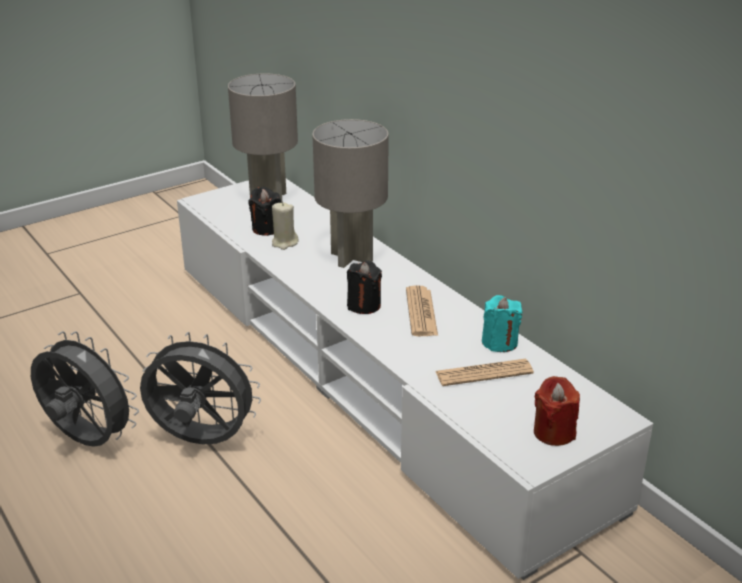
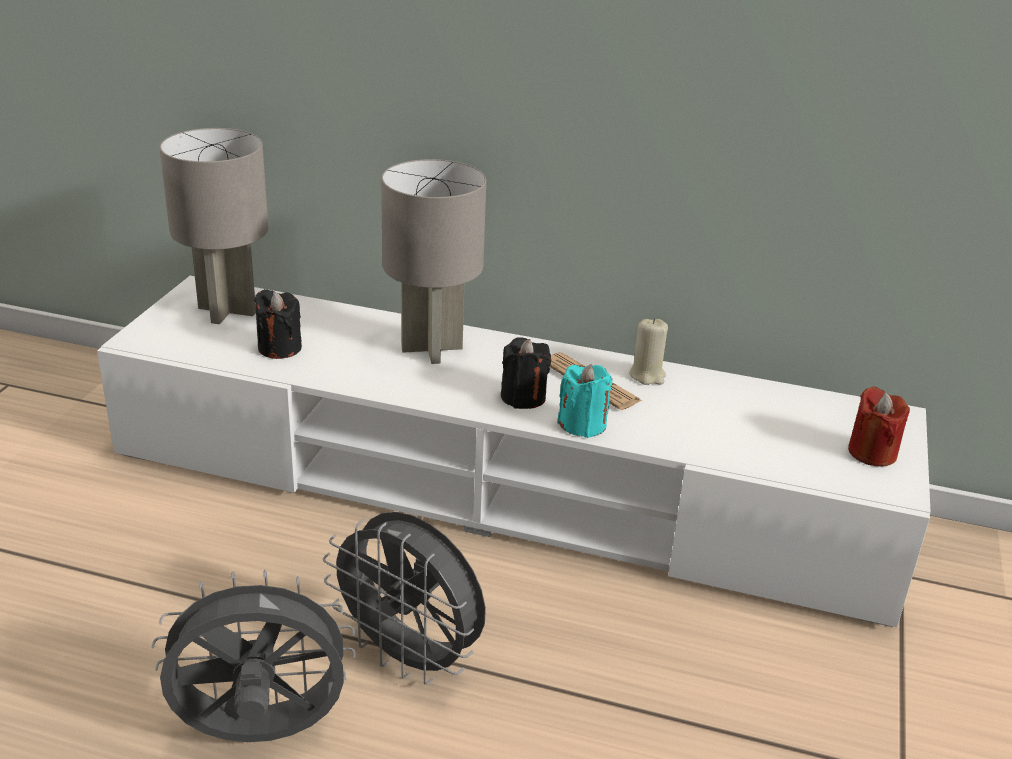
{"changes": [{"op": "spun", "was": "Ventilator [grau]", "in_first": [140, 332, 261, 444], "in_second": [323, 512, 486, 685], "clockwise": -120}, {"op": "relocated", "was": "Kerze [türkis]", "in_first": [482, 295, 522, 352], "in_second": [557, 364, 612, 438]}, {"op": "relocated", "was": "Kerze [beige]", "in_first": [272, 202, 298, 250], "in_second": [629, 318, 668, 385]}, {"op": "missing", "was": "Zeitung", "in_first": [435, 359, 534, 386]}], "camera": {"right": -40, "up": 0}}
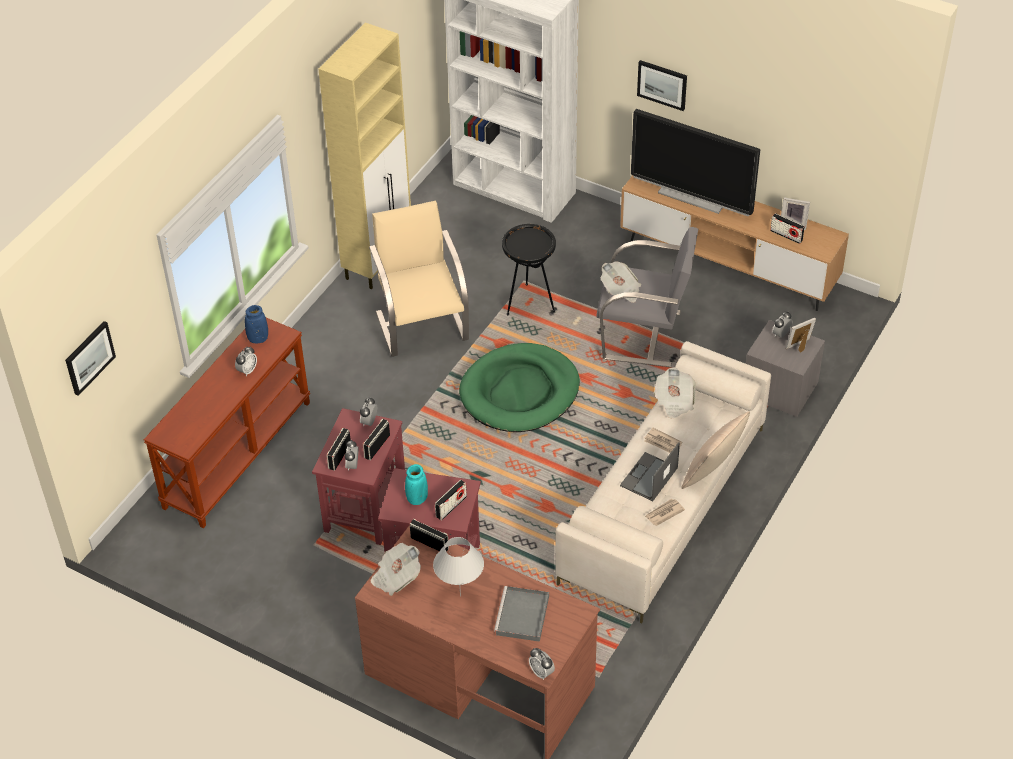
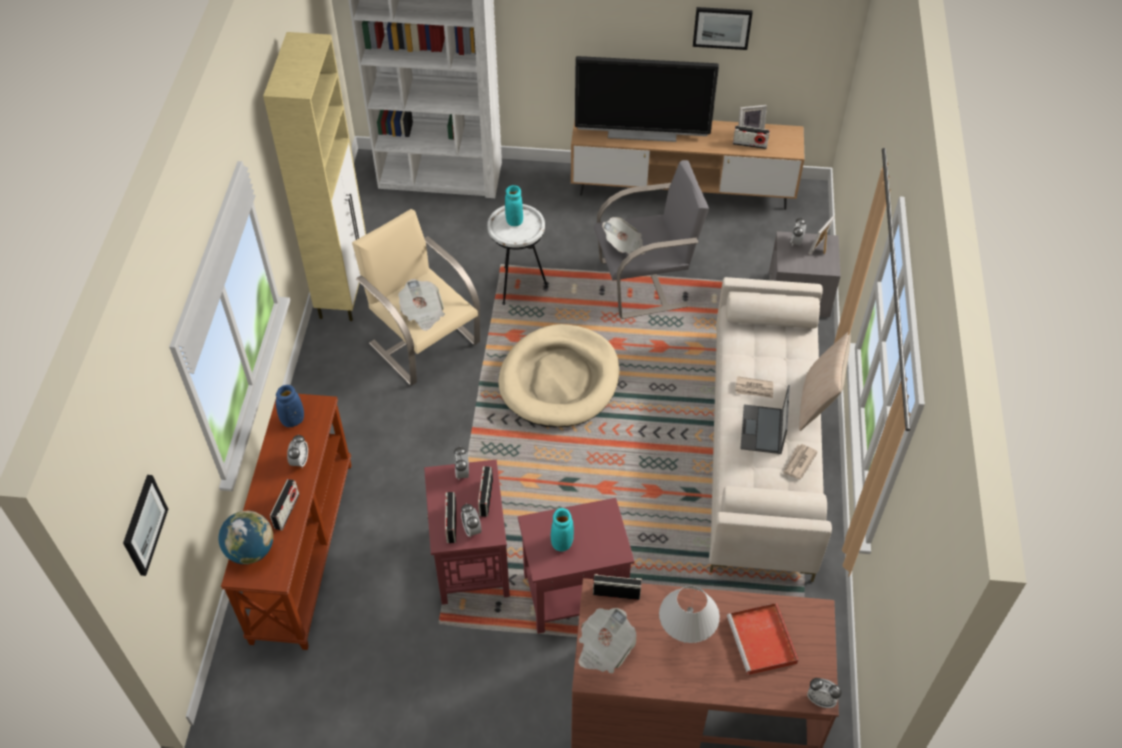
{"changes": [{"op": "appeared", "now": "Globus", "in_second": [219, 511, 273, 564]}, {"op": "relocated", "was": "Radio", "in_first": [435, 480, 467, 520], "in_second": [270, 479, 300, 530]}, {"op": "relocated", "was": "Zeitung", "in_first": [654, 368, 696, 419], "in_second": [398, 279, 445, 331]}, {"op": "colour", "was": "Beistelltisch [schwarz]", "now": "Beistelltisch [weiß]", "in_first": [502, 224, 556, 315], "in_second": [487, 204, 548, 305]}, {"op": "colour", "was": "Hundebett [grün]", "now": "Hundebett [beige]", "in_first": [459, 343, 580, 432], "in_second": [498, 324, 620, 427]}, {"op": "appeared", "now": "Vase [türkis]", "in_second": [505, 185, 523, 226]}, {"op": "relocated", "was": "Bild", "in_first": [637, 60, 687, 111], "in_second": [693, 7, 753, 50]}, {"op": "colour", "was": "Tablett [grau]", "now": "Tablett [rot]", "in_first": [494, 586, 549, 642], "in_second": [727, 603, 798, 675]}], "camera": {"right": -25, "up": 5}}
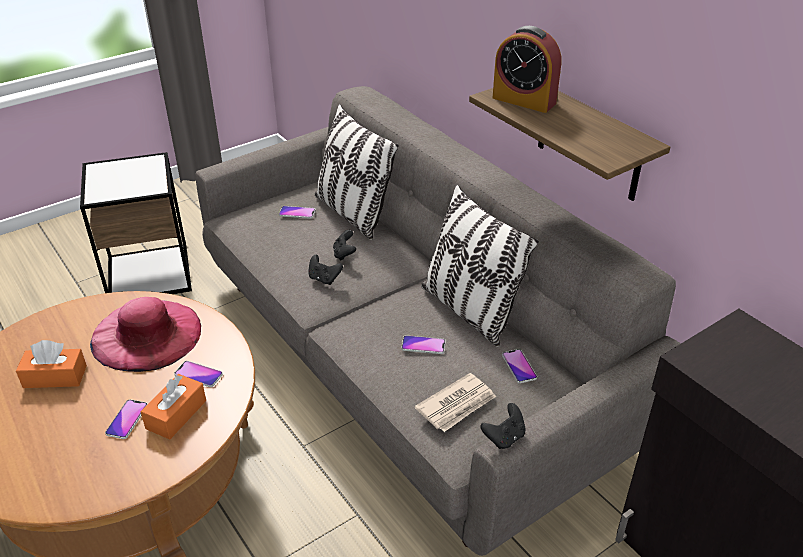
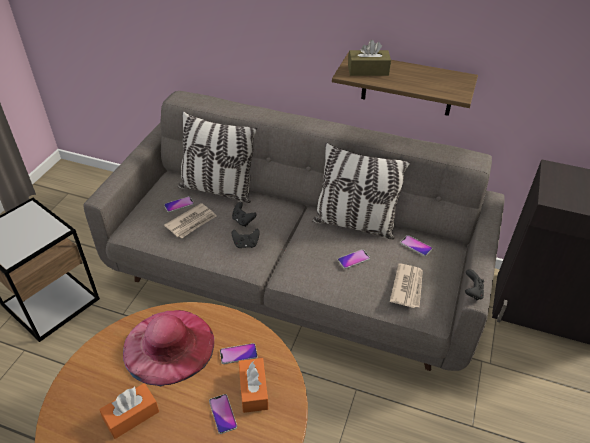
{"changes": [{"op": "appeared", "now": "Zeitung", "in_second": [164, 203, 217, 238]}, {"op": "exchanged", "was": "Wecker", "now": "Taschentuchbox [braun]", "in_first": [493, 26, 561, 113], "in_second": [348, 40, 391, 76]}], "camera": {"right": -35, "up": 5}}
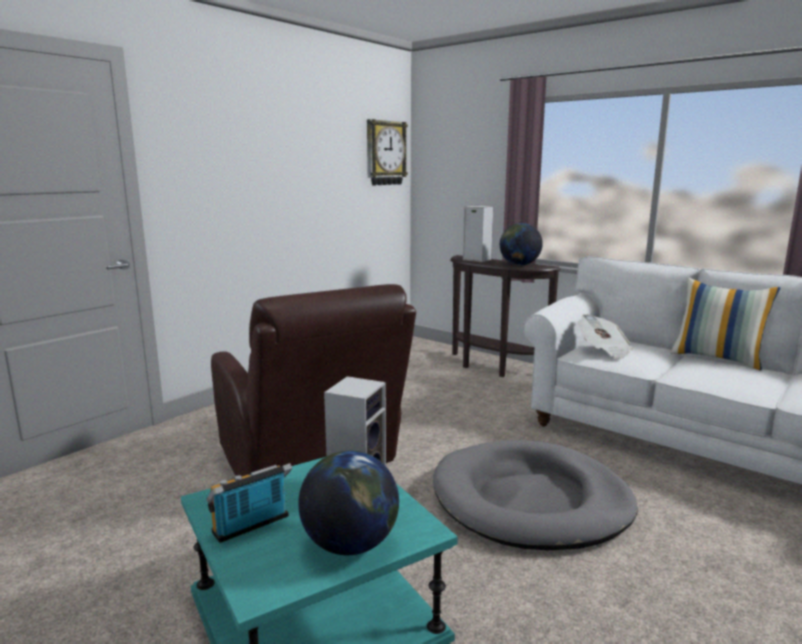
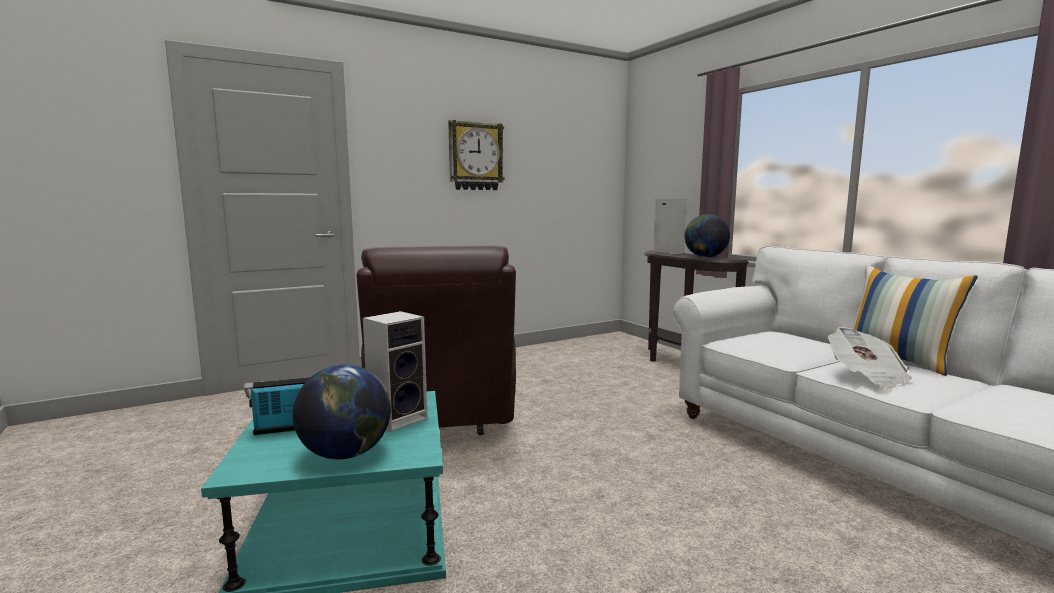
{"changes": [{"op": "relocated", "was": "Wanduhr", "in_first": [367, 119, 408, 185], "in_second": [448, 120, 505, 190]}, {"op": "relocated", "was": "Zeitung", "in_first": [577, 314, 633, 359], "in_second": [828, 327, 912, 389]}, {"op": "missing", "was": "Hundebett [grau]", "in_first": [433, 440, 638, 550]}], "camera": {"right": 20, "up": -5}}
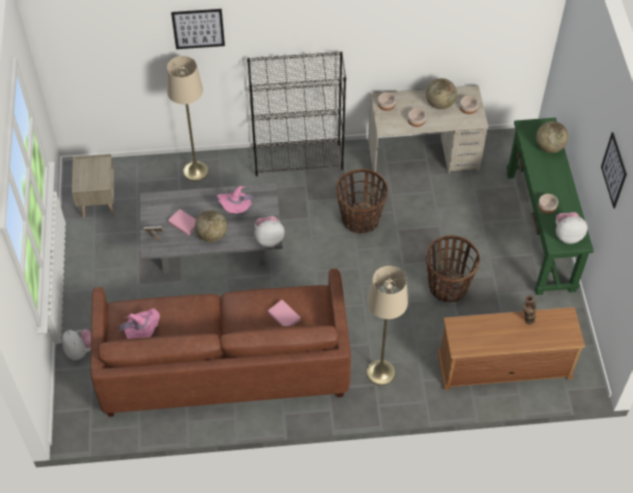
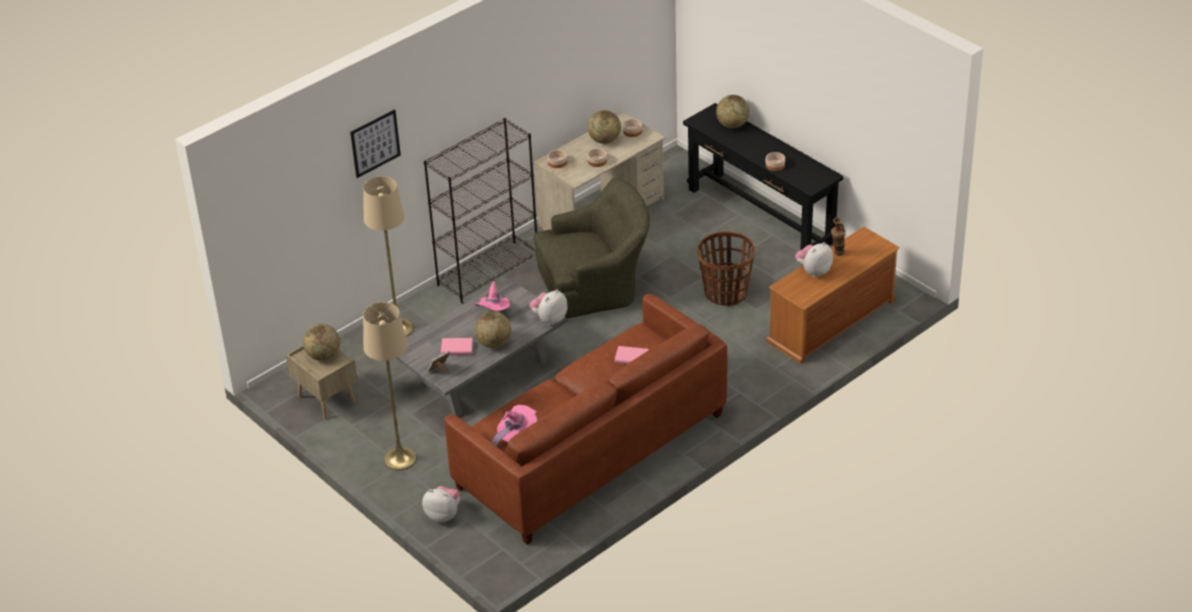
{"changes": [{"op": "appeared", "now": "Globus", "in_second": [303, 324, 340, 361]}, {"op": "relocated", "was": "Stehlampe [beige]", "in_first": [367, 266, 408, 385], "in_second": [363, 302, 417, 470]}, {"op": "exchanged", "was": "Korb", "now": "Sessel [grün]", "in_first": [336, 169, 388, 234], "in_second": [534, 178, 650, 318]}, {"op": "colour", "was": "Konsolentisch [grün]", "now": "Konsolentisch [schwarz]", "in_first": [507, 118, 594, 295], "in_second": [683, 103, 844, 250]}, {"op": "relocated", "was": "Plüschtier", "in_first": [556, 212, 588, 244], "in_second": [795, 242, 833, 277]}, {"op": "missing", "was": "Bild", "in_first": [601, 132, 627, 208]}], "camera": {"right": -35, "up": -15}}
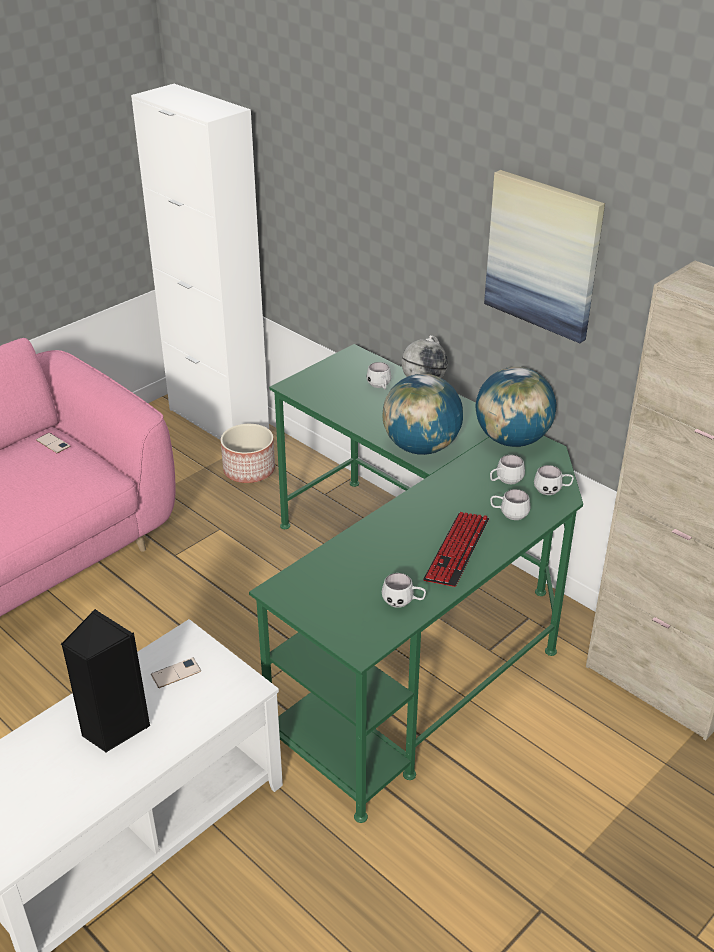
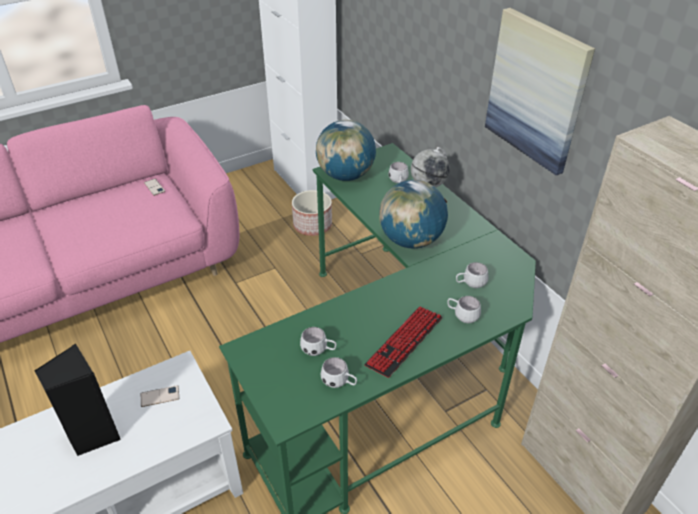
{"changes": [{"op": "relocated", "was": "Henkelbecher [weiß]", "in_first": [534, 465, 574, 495], "in_second": [300, 327, 337, 356]}, {"op": "relocated", "was": "Globus", "in_first": [476, 367, 556, 447], "in_second": [316, 120, 376, 181]}], "camera": {"right": 15, "up": 5}}
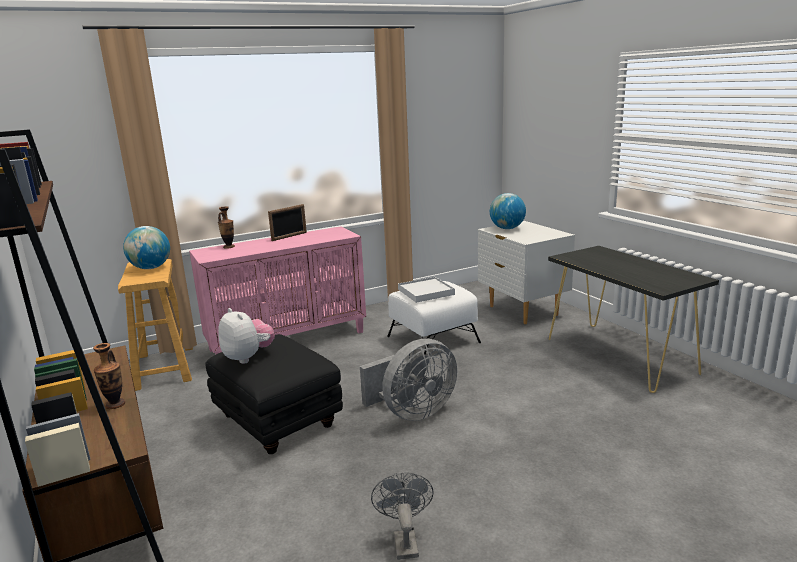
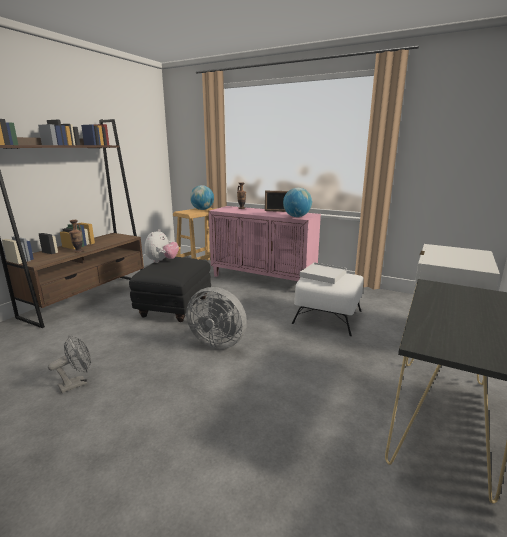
{"changes": [{"op": "relocated", "was": "Globus", "in_first": [490, 193, 526, 229], "in_second": [283, 188, 312, 217]}], "camera": {"right": 55, "up": 0}}
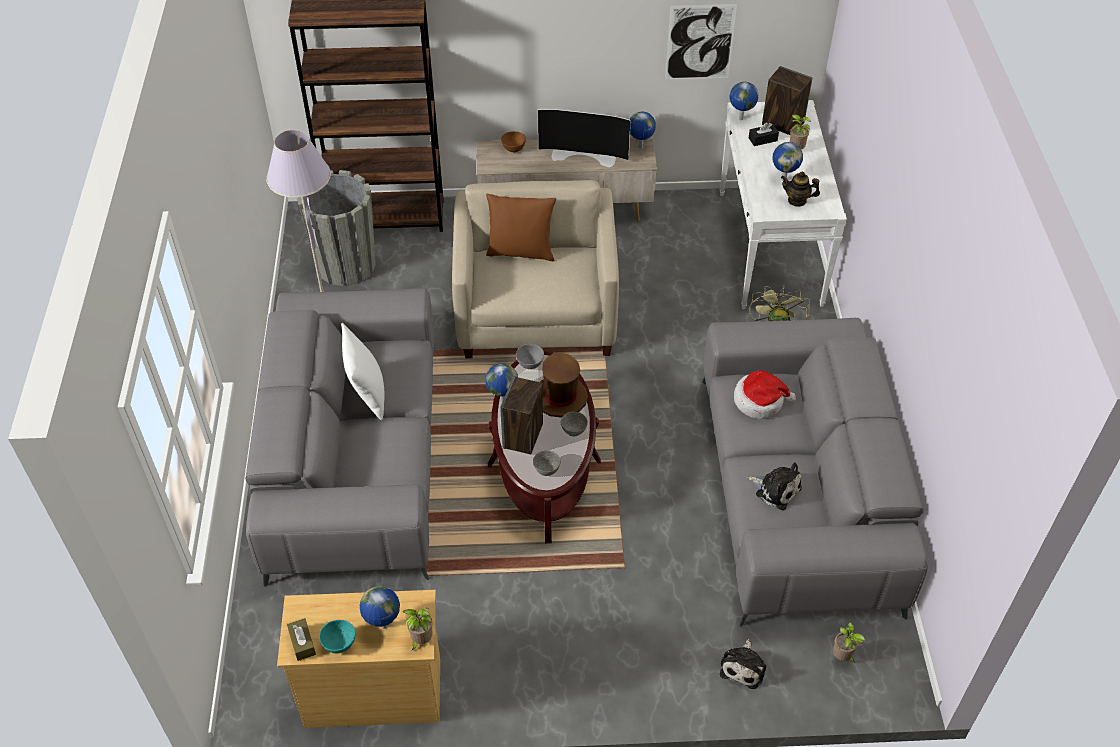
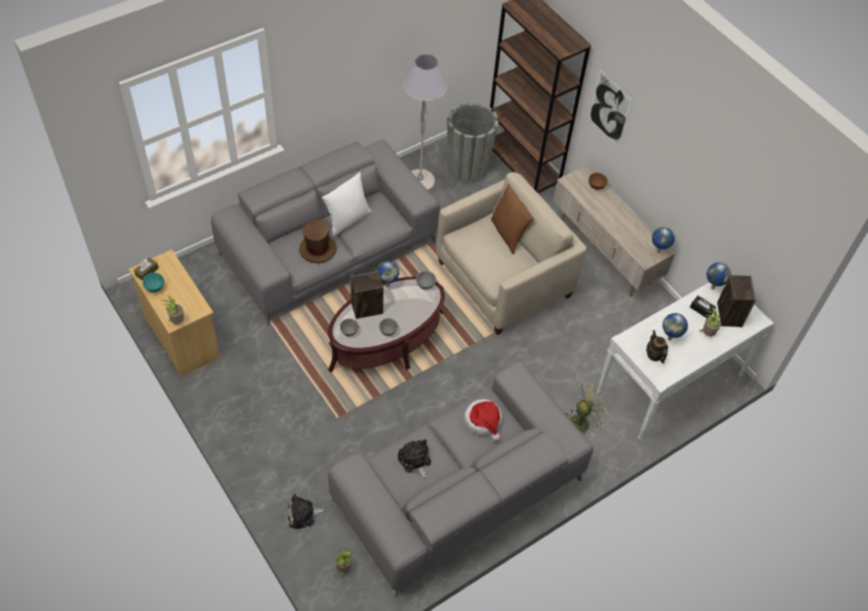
{"changes": [{"op": "relocated", "was": "Hut [braun]", "in_first": [540, 353, 588, 418], "in_second": [299, 220, 337, 263]}, {"op": "spun", "was": "Plüschtier", "in_first": [747, 462, 802, 510], "in_second": [398, 439, 431, 479], "clockwise": 150}, {"op": "relocated", "was": "Bild", "in_first": [665, 4, 737, 80], "in_second": [588, 69, 632, 148]}, {"op": "missing", "was": "Globus", "in_first": [359, 586, 400, 629]}, {"op": "missing", "was": "Fernseher", "in_first": [537, 109, 631, 168]}], "camera": {"right": 55, "up": 5}}
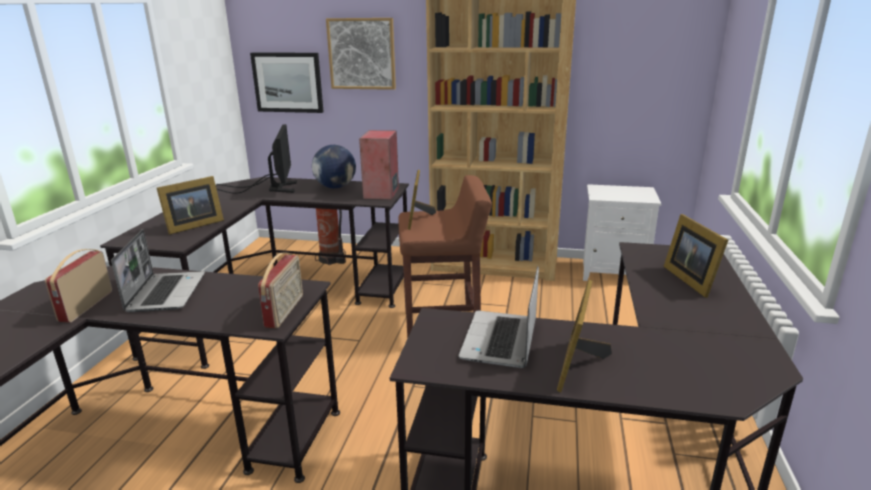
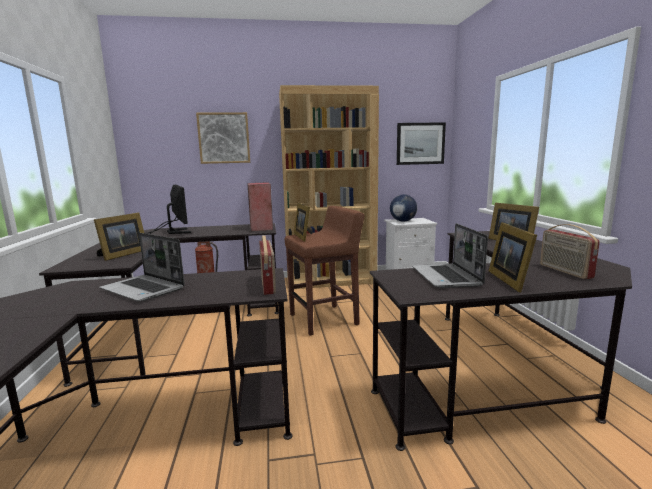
{"changes": [{"op": "spun", "was": "Laptop", "in_first": [111, 229, 205, 312], "in_second": [99, 233, 185, 301], "clockwise": 150}, {"op": "relocated", "was": "Globus", "in_first": [312, 145, 356, 188], "in_second": [390, 195, 417, 222]}, {"op": "relocated", "was": "Bild", "in_first": [250, 53, 324, 113], "in_second": [397, 122, 446, 165]}, {"op": "relocated", "was": "Radio", "in_first": [45, 249, 112, 322], "in_second": [540, 224, 600, 279]}], "camera": {"right": -20, "up": -10}}
